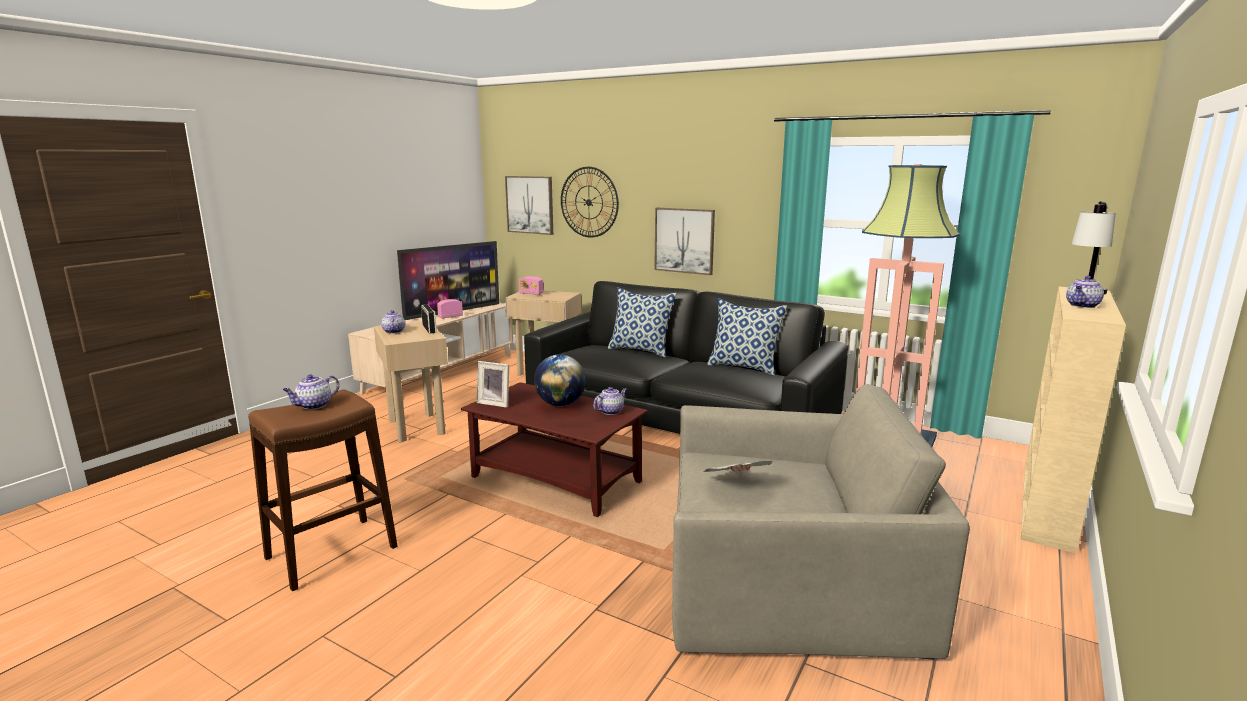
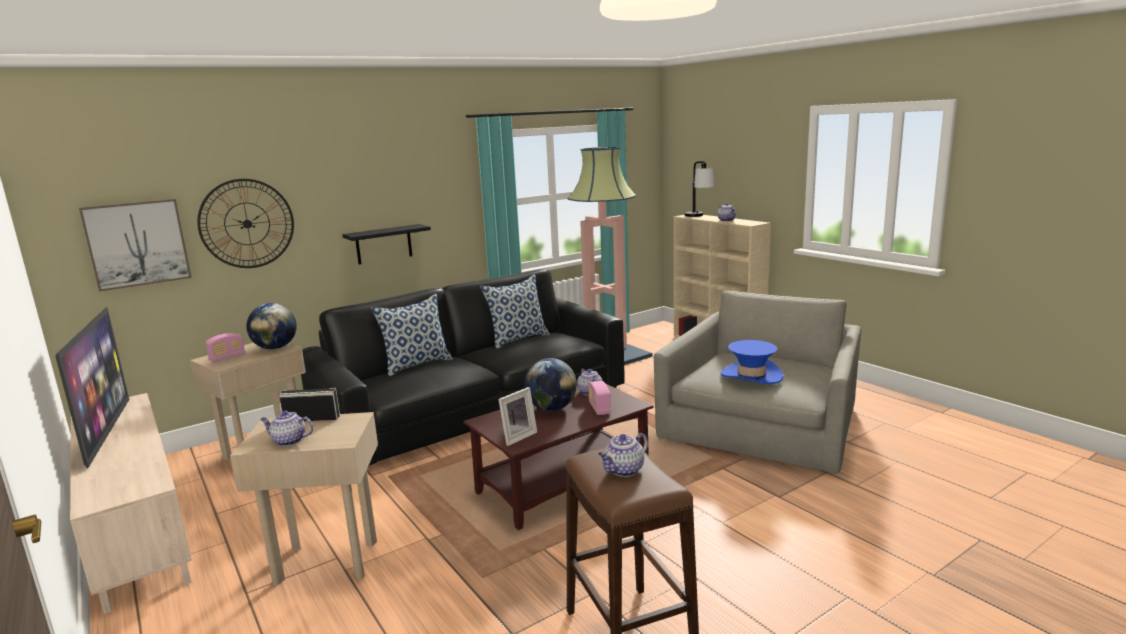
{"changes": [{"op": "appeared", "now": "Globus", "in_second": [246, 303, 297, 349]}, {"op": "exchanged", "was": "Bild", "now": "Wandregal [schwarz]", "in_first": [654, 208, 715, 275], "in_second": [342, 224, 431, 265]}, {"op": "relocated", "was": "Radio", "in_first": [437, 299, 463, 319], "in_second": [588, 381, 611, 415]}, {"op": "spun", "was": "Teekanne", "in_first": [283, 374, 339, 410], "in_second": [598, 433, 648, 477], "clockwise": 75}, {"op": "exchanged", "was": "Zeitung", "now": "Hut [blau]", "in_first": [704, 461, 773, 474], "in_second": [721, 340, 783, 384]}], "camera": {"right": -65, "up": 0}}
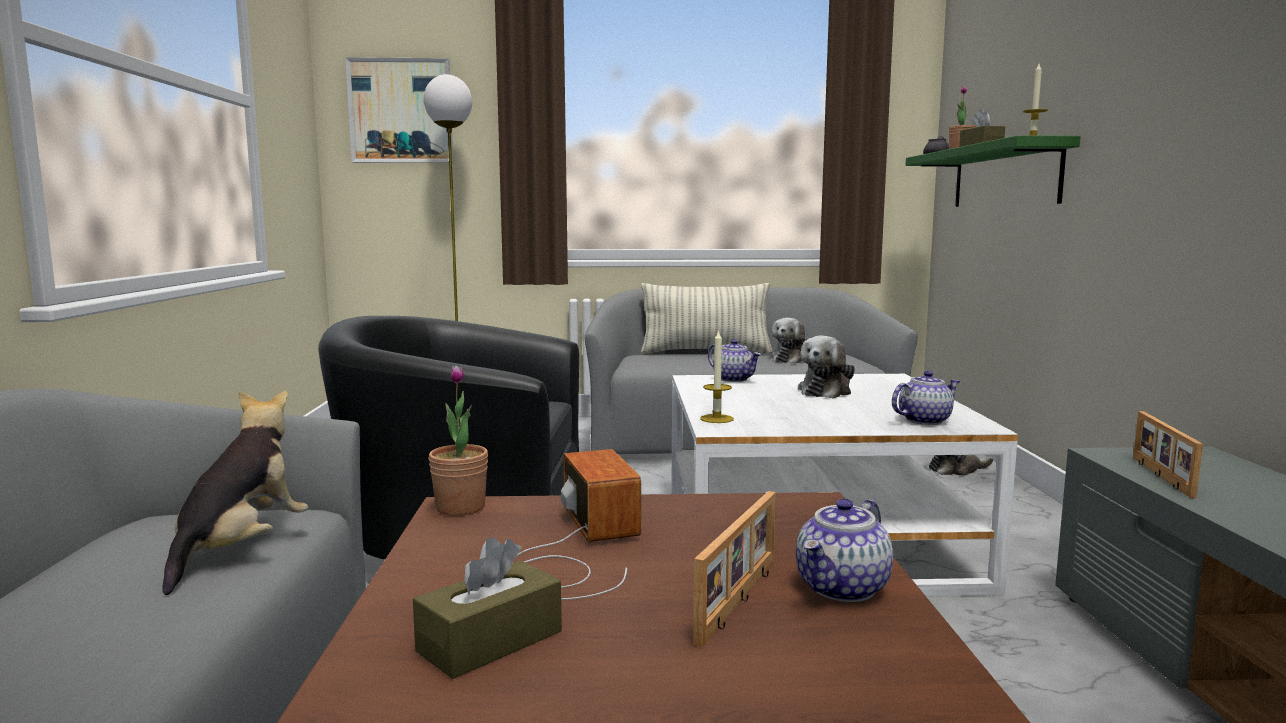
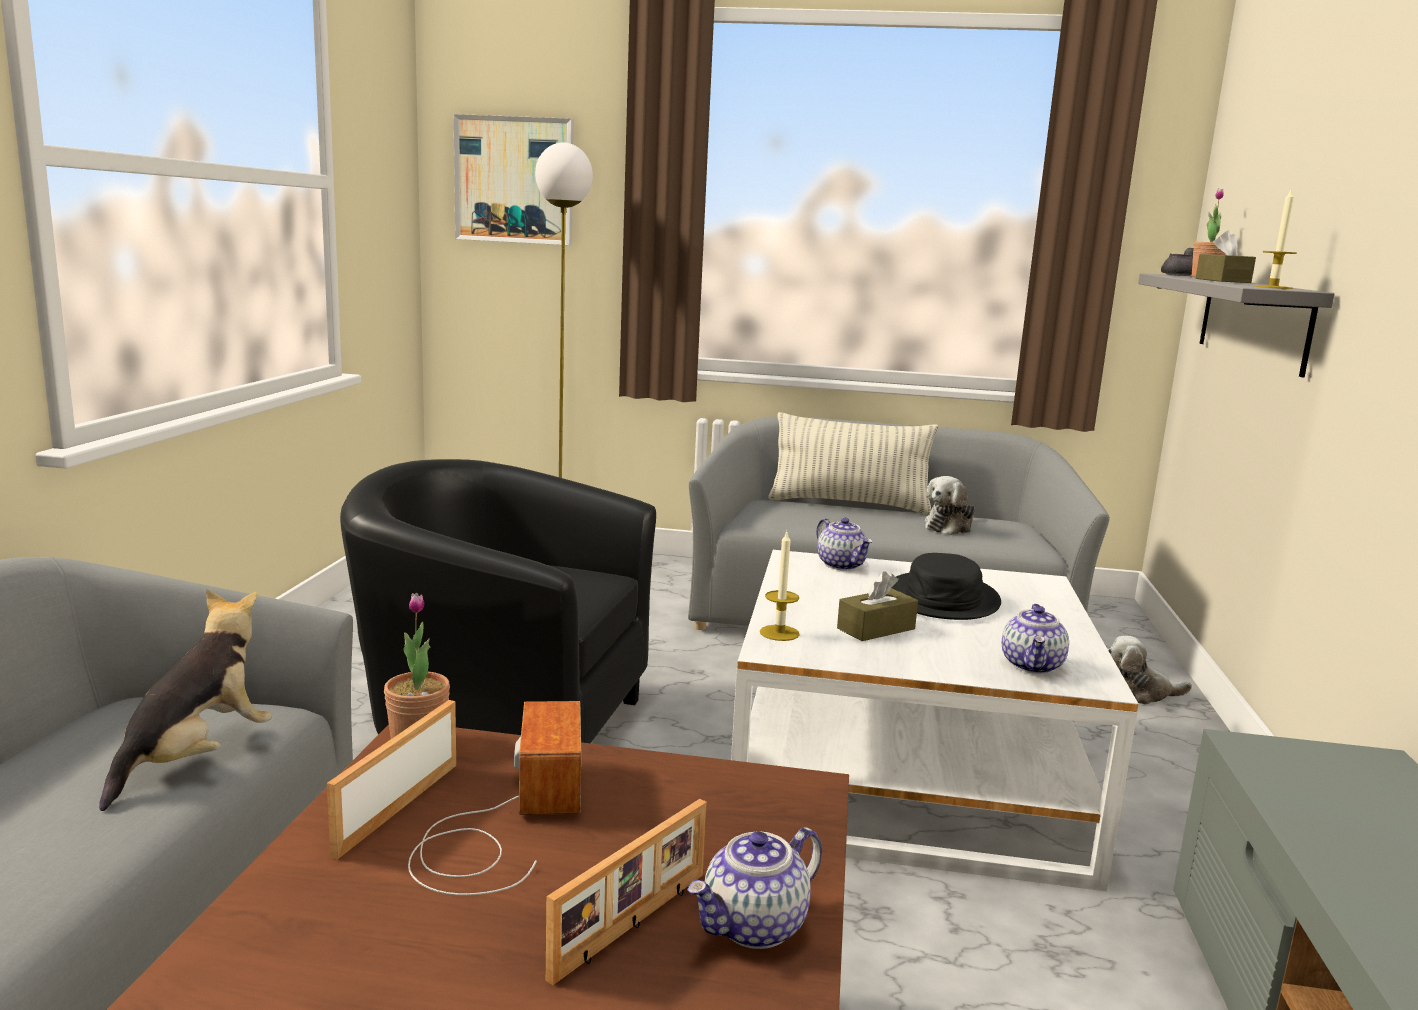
{"changes": [{"op": "relocated", "was": "Bilderrahmen", "in_first": [1133, 411, 1203, 498], "in_second": [327, 700, 456, 859]}, {"op": "relocated", "was": "Taschentuchbox [braun]", "in_first": [413, 537, 562, 679], "in_second": [837, 571, 918, 641]}, {"op": "exchanged", "was": "Plüschtier", "now": "Hut [schwarz]", "in_first": [798, 335, 855, 398], "in_second": [891, 553, 1001, 620]}, {"op": "spun", "was": "Teekanne", "in_first": [892, 371, 960, 425], "in_second": [1002, 604, 1069, 674], "clockwise": 120}, {"op": "colour", "was": "Wandregal [grün]", "now": "Wandregal [grau]", "in_first": [906, 135, 1081, 207], "in_second": [1138, 273, 1335, 377]}], "camera": {"right": 10, "up": 5}}
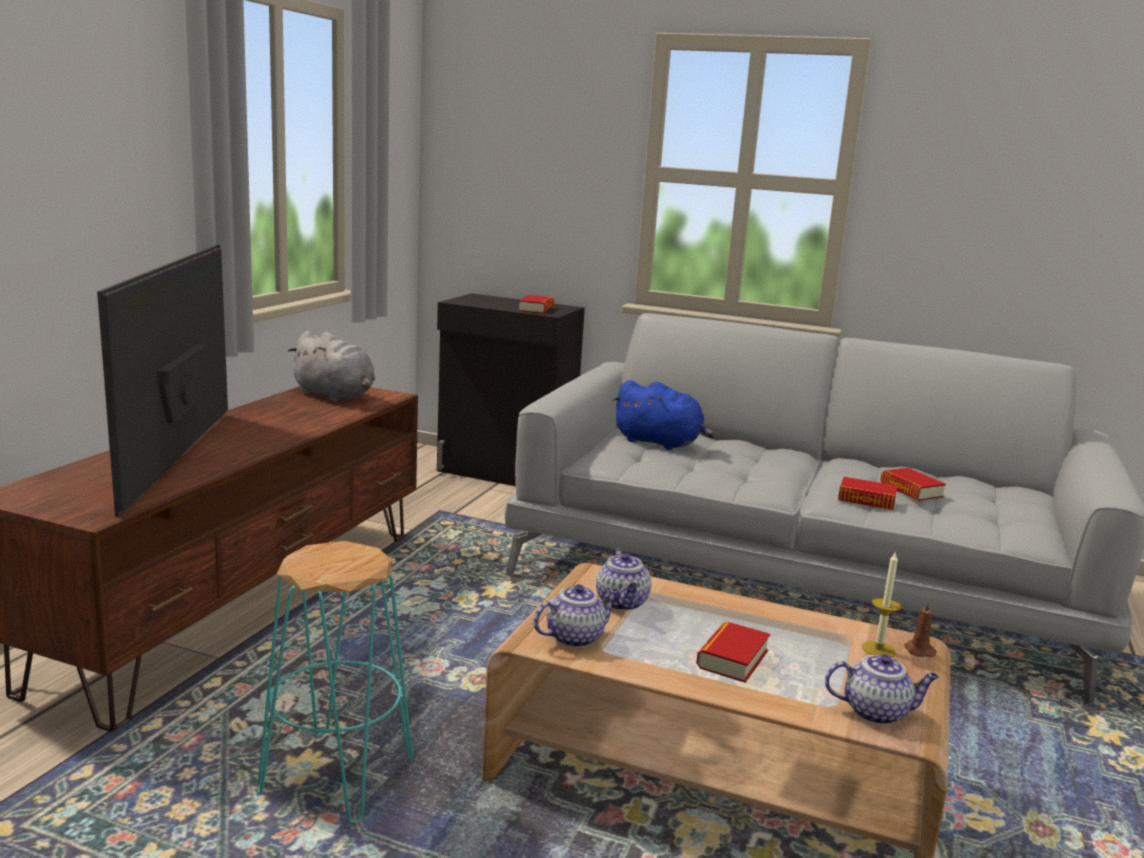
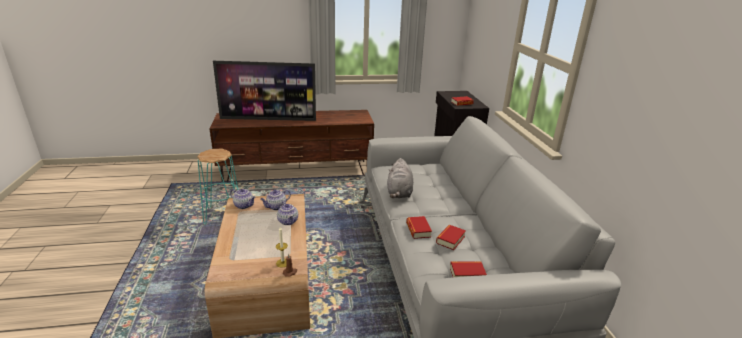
{"changes": [{"op": "spun", "was": "Fernseher", "in_first": [97, 244, 228, 516], "in_second": [213, 61, 316, 121], "clockwise": -150}, {"op": "relocated", "was": "Teekanne", "in_first": [825, 654, 939, 725], "in_second": [277, 201, 298, 225]}, {"op": "relocated", "was": "Plüschtier [grau]", "in_first": [288, 331, 375, 402], "in_second": [387, 158, 413, 198]}, {"op": "relocated", "was": "Buch", "in_first": [696, 621, 770, 683], "in_second": [450, 262, 487, 277]}, {"op": "missing", "was": "Plüschtier [blau]", "in_first": [612, 380, 714, 450]}], "camera": {"right": 60, "up": 10}}
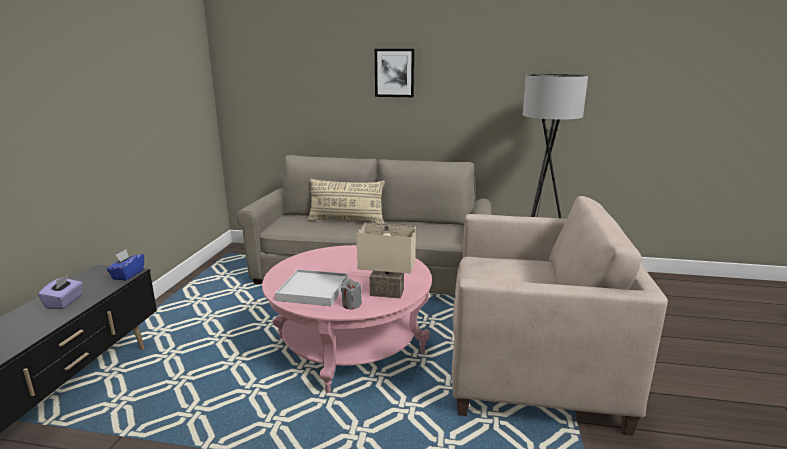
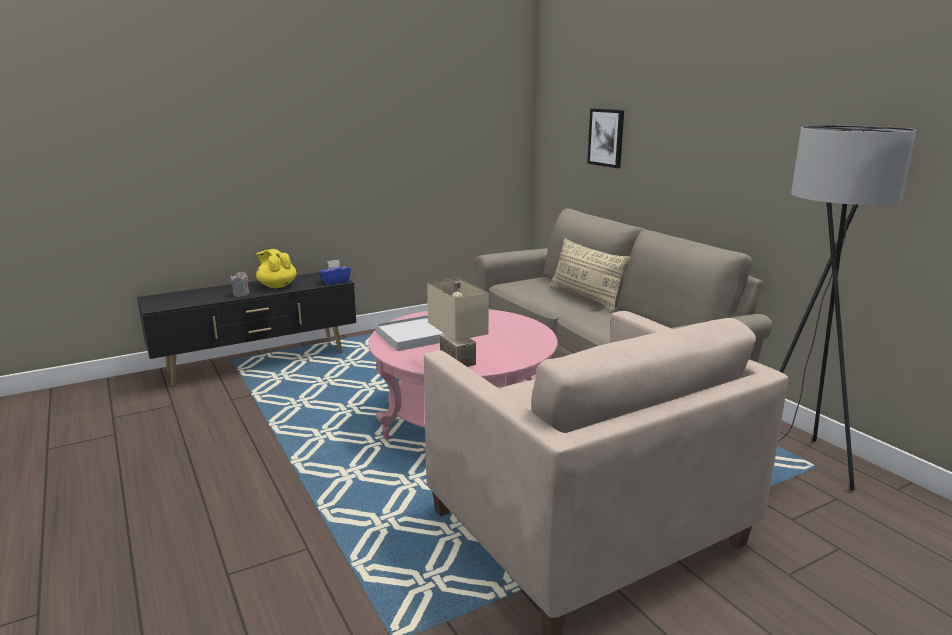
{"changes": [{"op": "relocated", "was": "Kerze [grau]", "in_first": [341, 279, 362, 309], "in_second": [231, 272, 250, 297]}, {"op": "exchanged", "was": "Taschentuchbox [lila]", "now": "Teekanne [gelb]", "in_first": [38, 274, 83, 309], "in_second": [256, 249, 297, 288]}, {"op": "relocated", "was": "Bild", "in_first": [375, 49, 415, 97], "in_second": [587, 108, 624, 168]}], "camera": {"right": 50, "up": 0}}
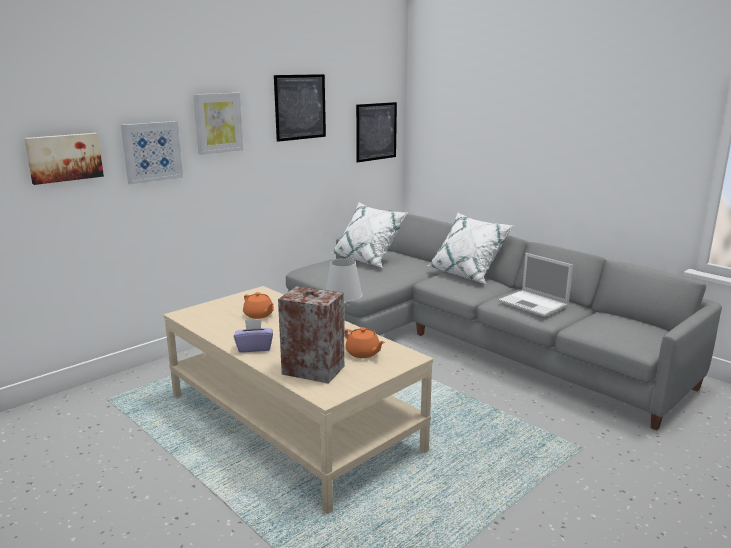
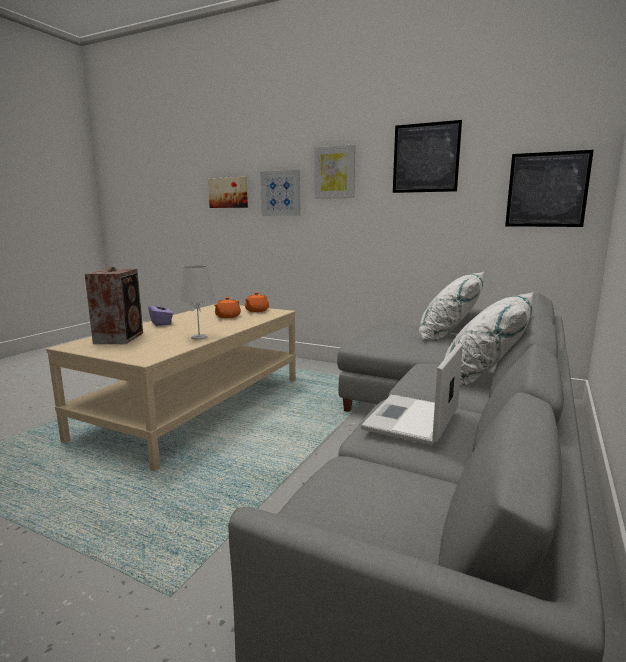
{"changes": [{"op": "relocated", "was": "Teekanne [orange]", "in_first": [344, 327, 385, 358], "in_second": [245, 292, 269, 312]}], "camera": {"right": 70, "up": -5}}
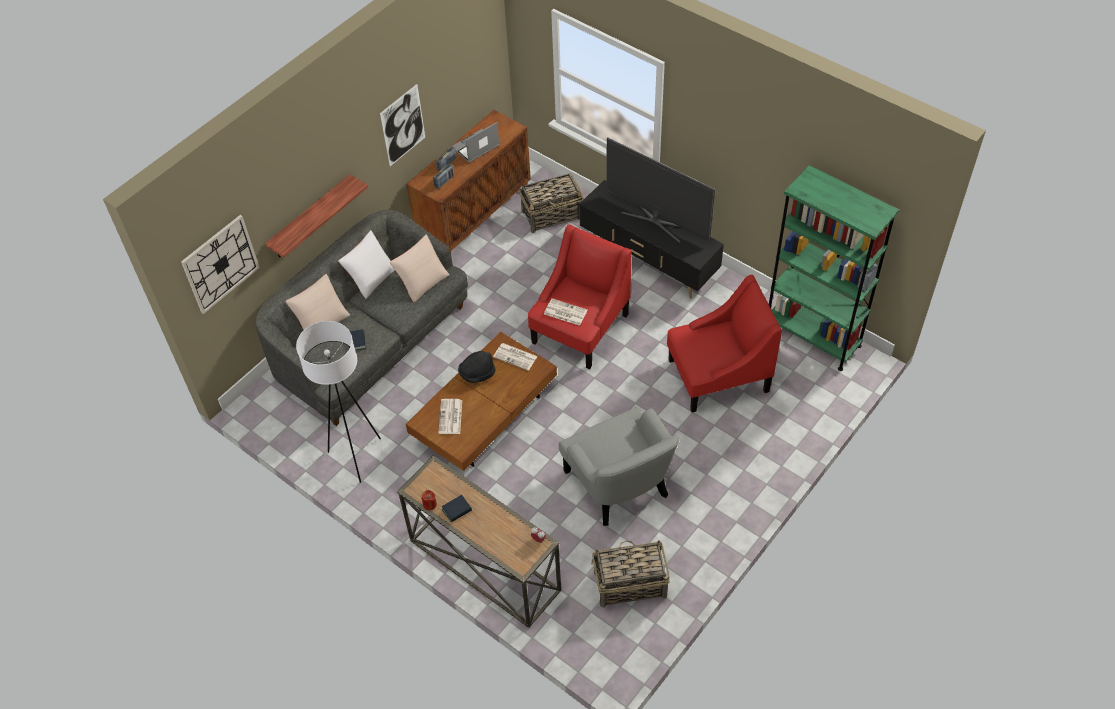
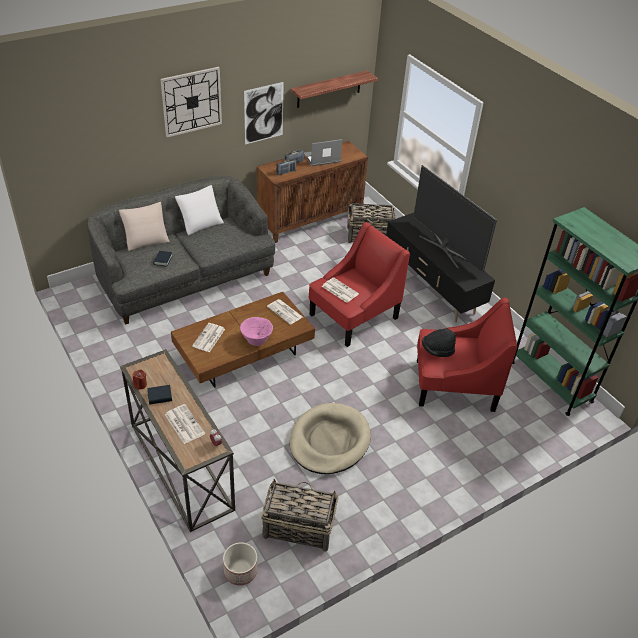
{"changes": [{"op": "relocated", "was": "Wanduhr", "in_first": [181, 215, 260, 314], "in_second": [160, 67, 222, 137]}, {"op": "appeared", "now": "Zeitung", "in_second": [165, 404, 205, 444]}, {"op": "appeared", "now": "Pflanzkübel", "in_second": [223, 542, 257, 585]}, {"op": "appeared", "now": "Schüssel [rosa]", "in_second": [240, 317, 273, 346]}, {"op": "exchanged", "was": "Sessel [grau]", "now": "Hundebett [beige]", "in_first": [558, 407, 680, 526], "in_second": [289, 403, 371, 474]}, {"op": "relocated", "was": "Wandregal", "in_first": [265, 174, 368, 258], "in_second": [291, 70, 378, 108]}, {"op": "relocated", "was": "Hut [schwarz]", "in_first": [458, 351, 495, 383], "in_second": [422, 328, 456, 357]}, {"op": "missing", "was": "Stehlampe [weiß]", "in_first": [296, 321, 381, 483]}, {"op": "missing", "was": "Kissen [beige]", "in_first": [390, 235, 450, 302]}], "camera": {"right": 15, "up": -10}}
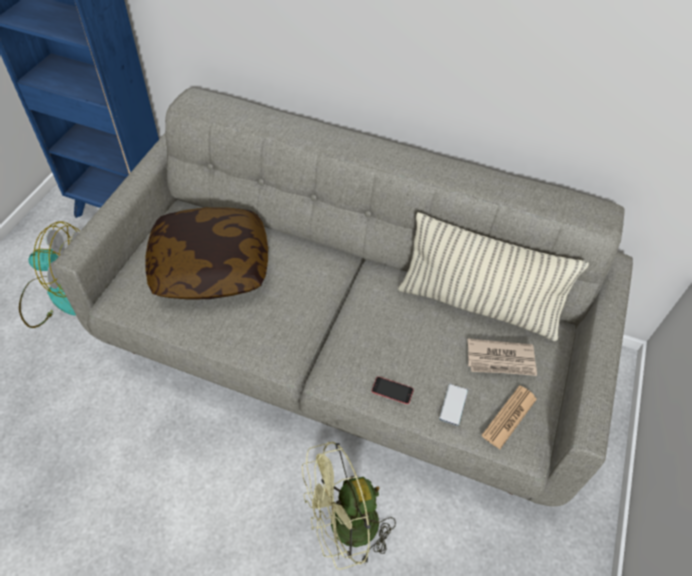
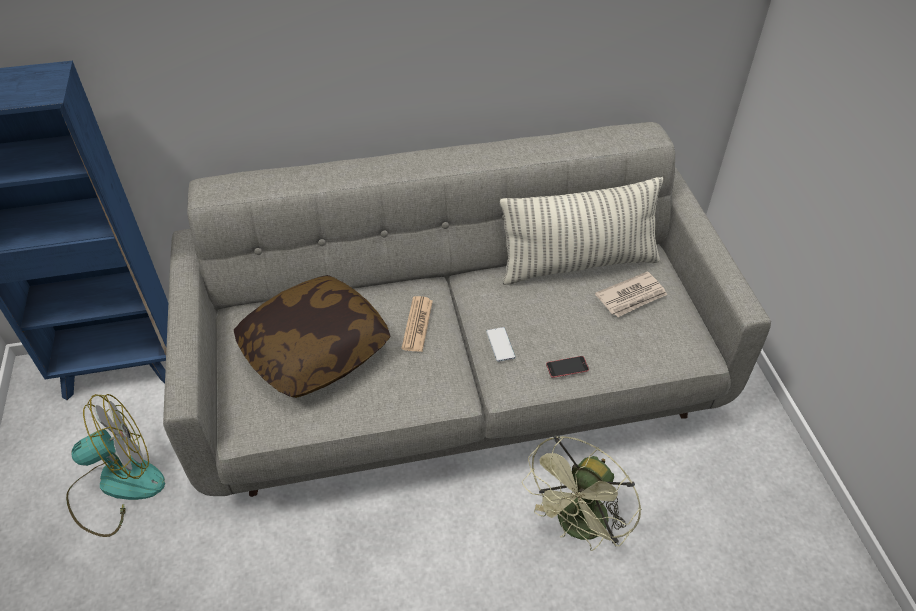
{"changes": [{"op": "relocated", "was": "Zeitung", "in_first": [481, 385, 537, 449], "in_second": [401, 296, 433, 352]}, {"op": "relocated", "was": "Handy", "in_first": [439, 384, 468, 426], "in_second": [486, 327, 515, 362]}], "camera": {"right": -30, "up": -5}}
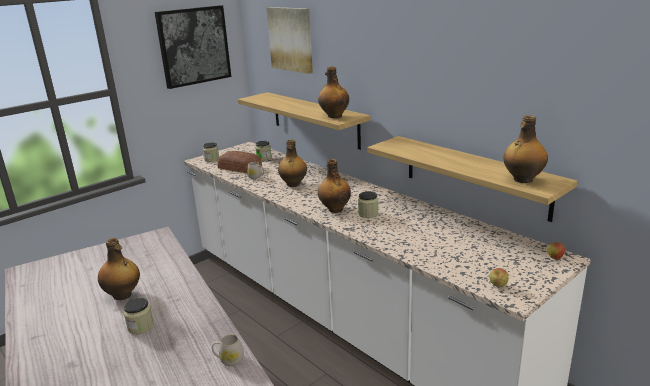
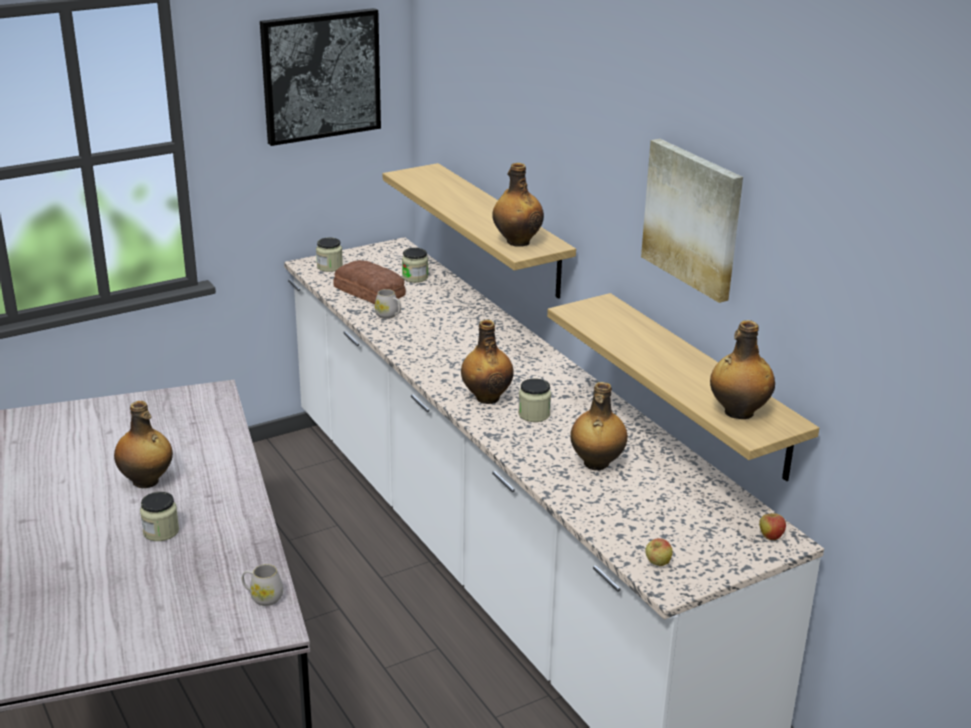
{"changes": [{"op": "relocated", "was": "Flasche", "in_first": [278, 140, 307, 187], "in_second": [570, 382, 628, 470]}, {"op": "relocated", "was": "Bild", "in_first": [267, 7, 313, 74], "in_second": [641, 139, 743, 303]}], "camera": {"right": 10, "up": 5}}
